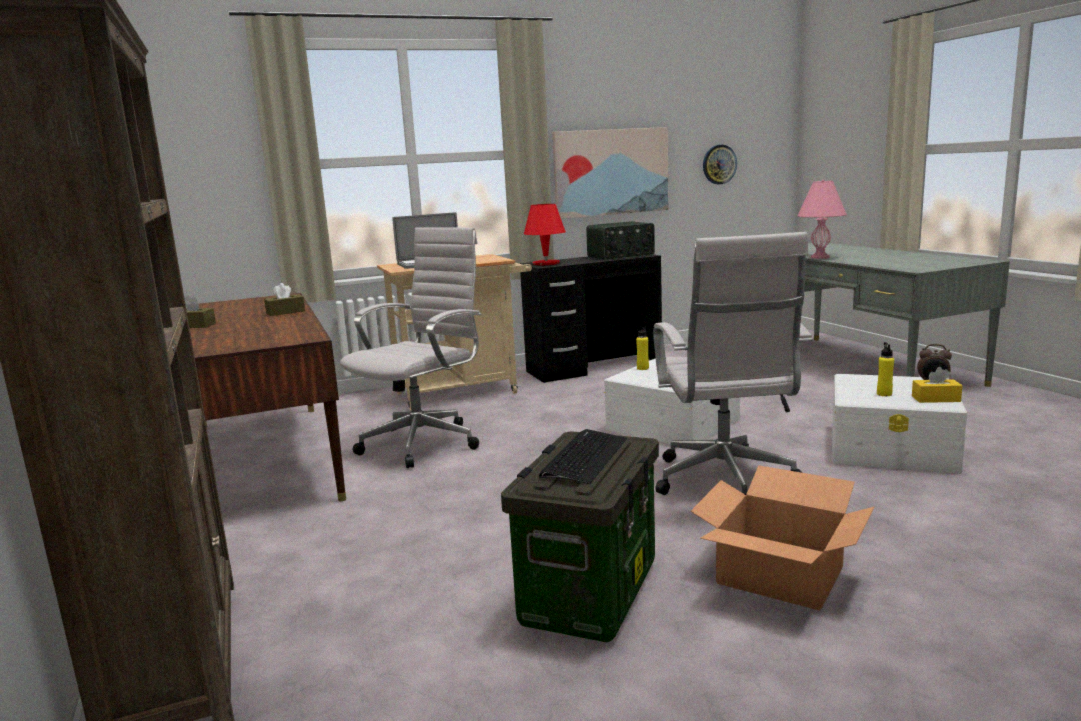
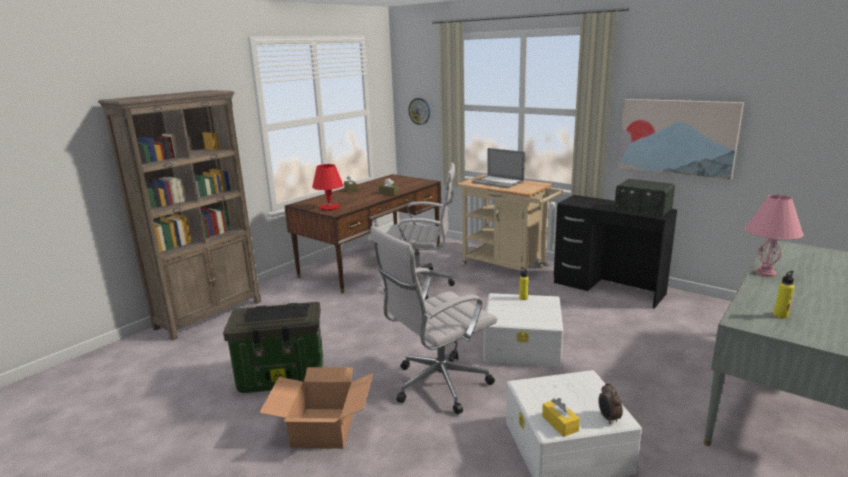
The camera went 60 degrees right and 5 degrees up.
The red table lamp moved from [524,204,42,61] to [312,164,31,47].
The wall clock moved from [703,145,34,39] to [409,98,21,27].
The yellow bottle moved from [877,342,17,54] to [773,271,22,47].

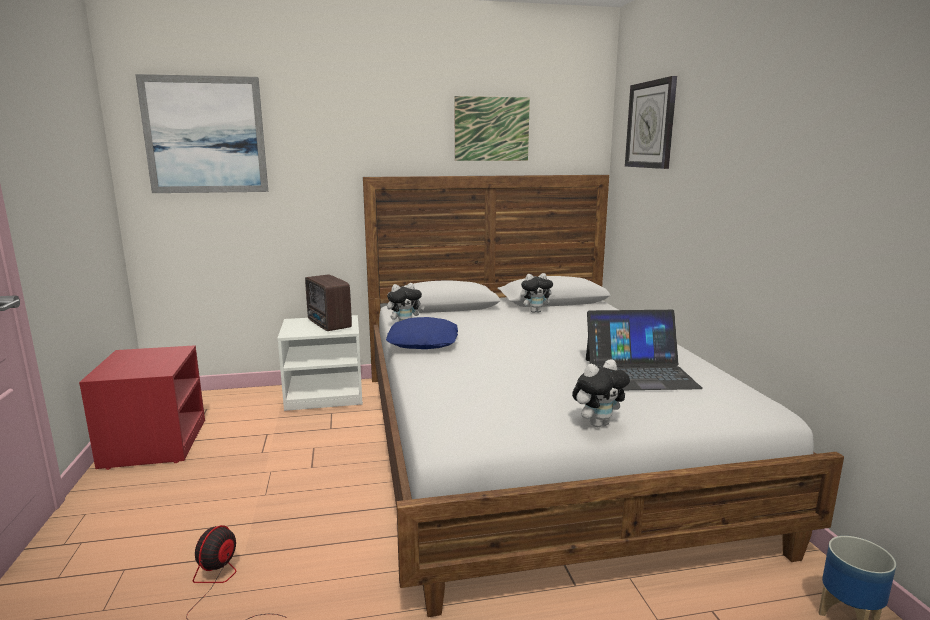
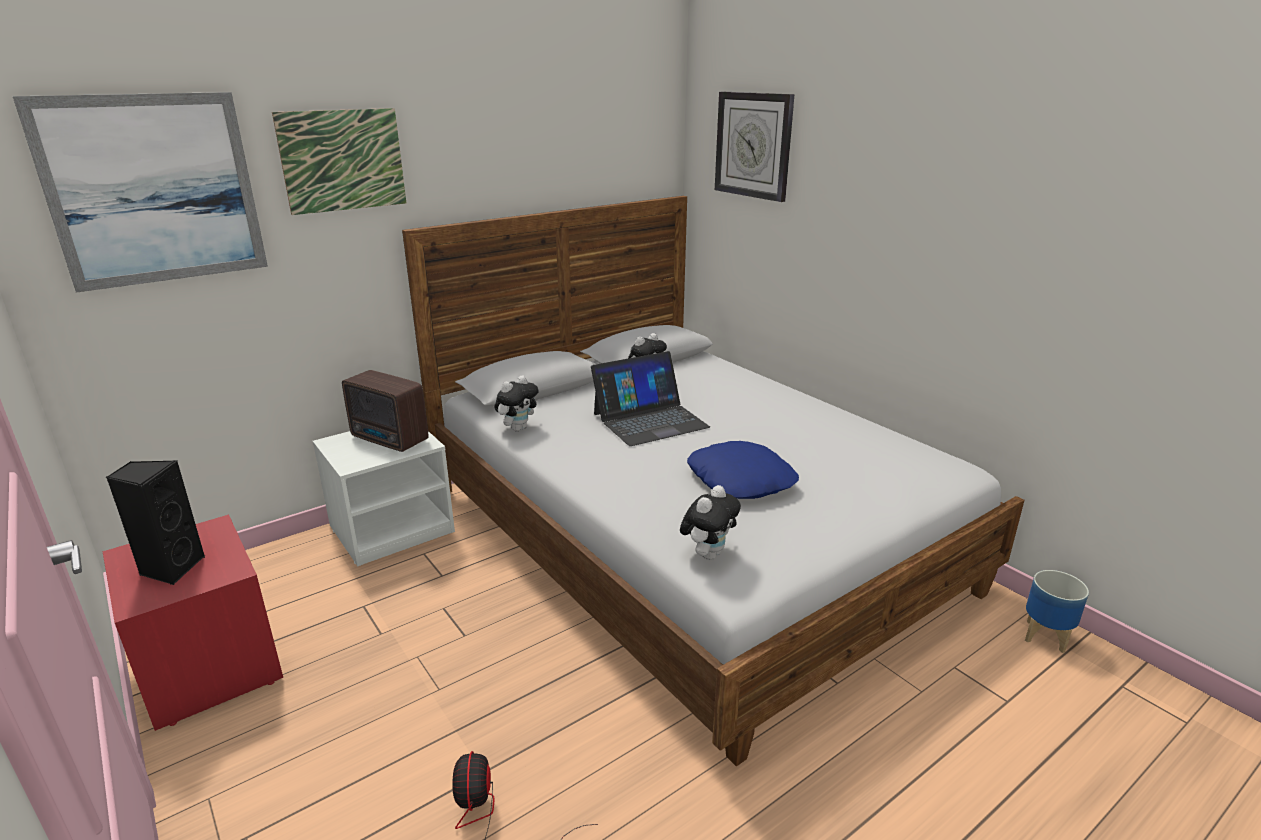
The camera went 25 degrees left and 10 degrees up.
The black speaker at [106,460,99,125] appeared.
The blue pillow moved from [386,317,72,32] to [687,441,112,58].
The picture moved from [454,96,76,65] to [272,108,134,107].
The plush toy moved from [572,359,58,68] to [680,485,61,75].
The laptop moved from [586,310,117,80] to [591,351,119,95].

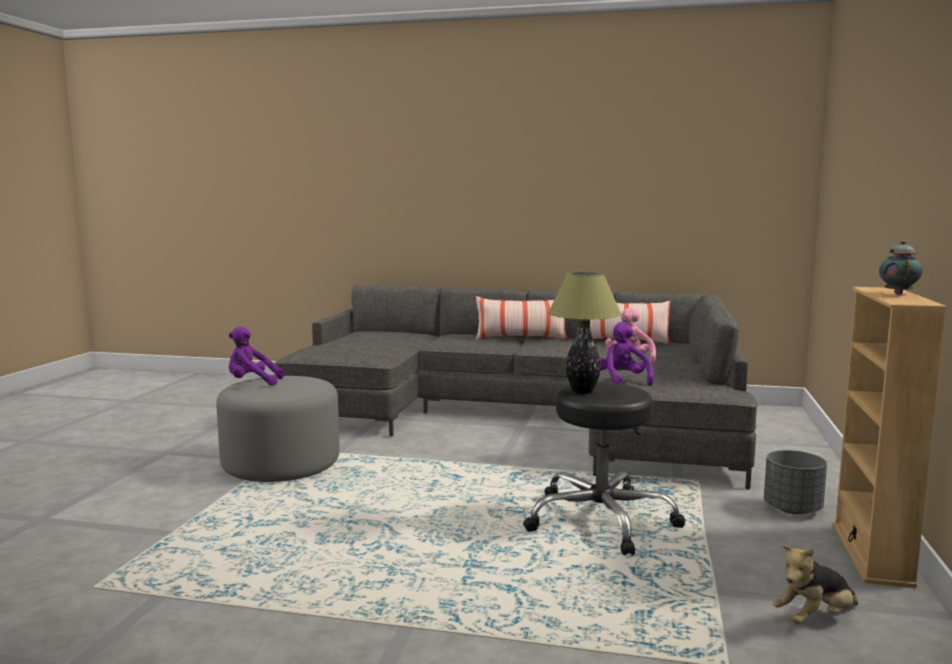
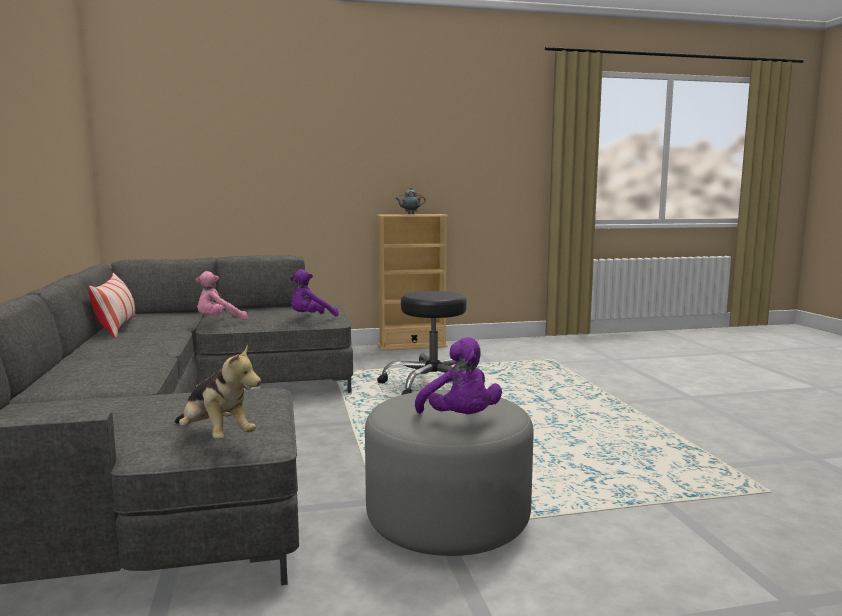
The camera went 115 degrees left and 0 degrees up.
The pillow at [476,296,92,44] disappeared.
The table lamp at [548,272,74,122] disappeared.
The grey planter at [764,450,63,64] disappeared.
The plush toy moved from [772,545,86,79] to [175,344,86,95].

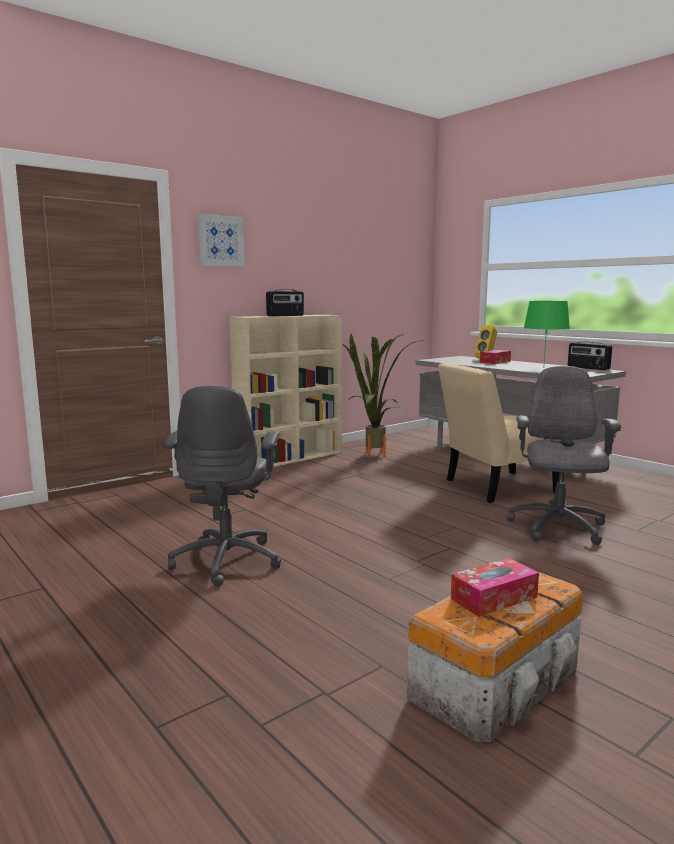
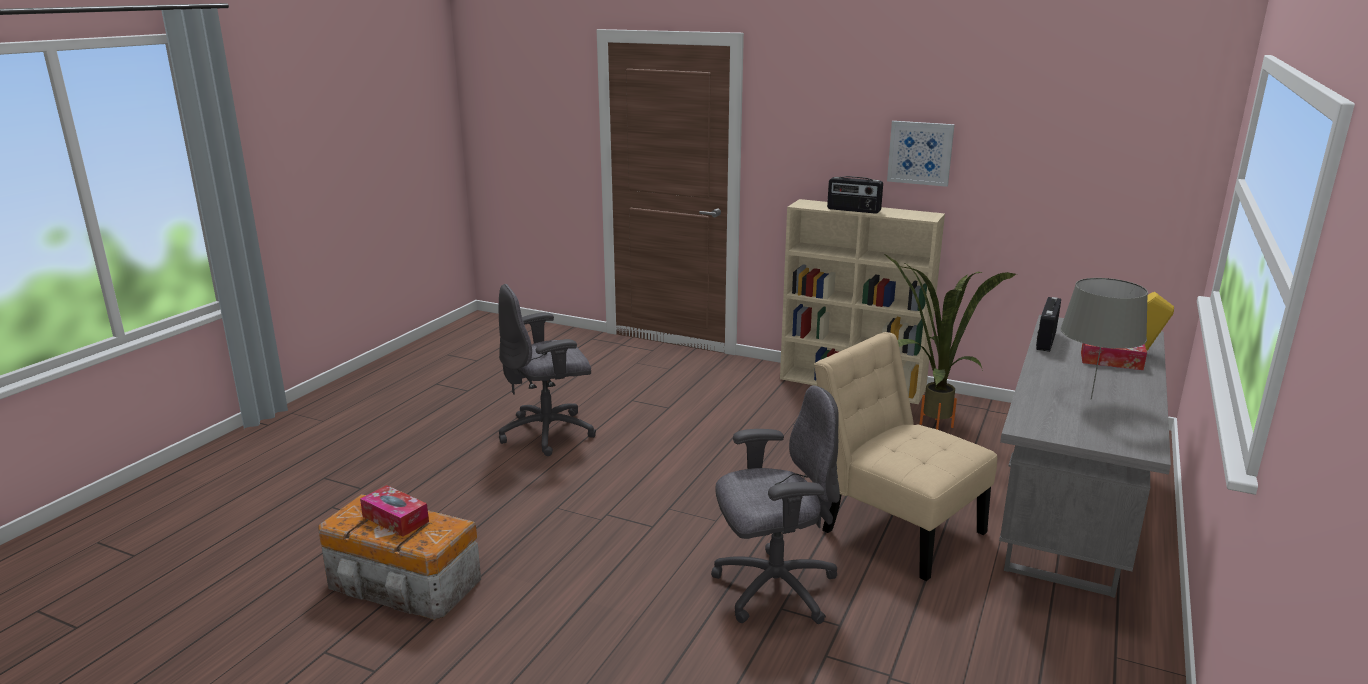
The camera went 65 degrees right and 10 degrees up.
The picture moved from [198,213,47,54] to [887,121,68,66].
The radio moved from [568,341,44,29] to [1036,297,25,55].
The green table lamp at [524,301,46,62] became the grey table lamp at [1060,278,88,122].

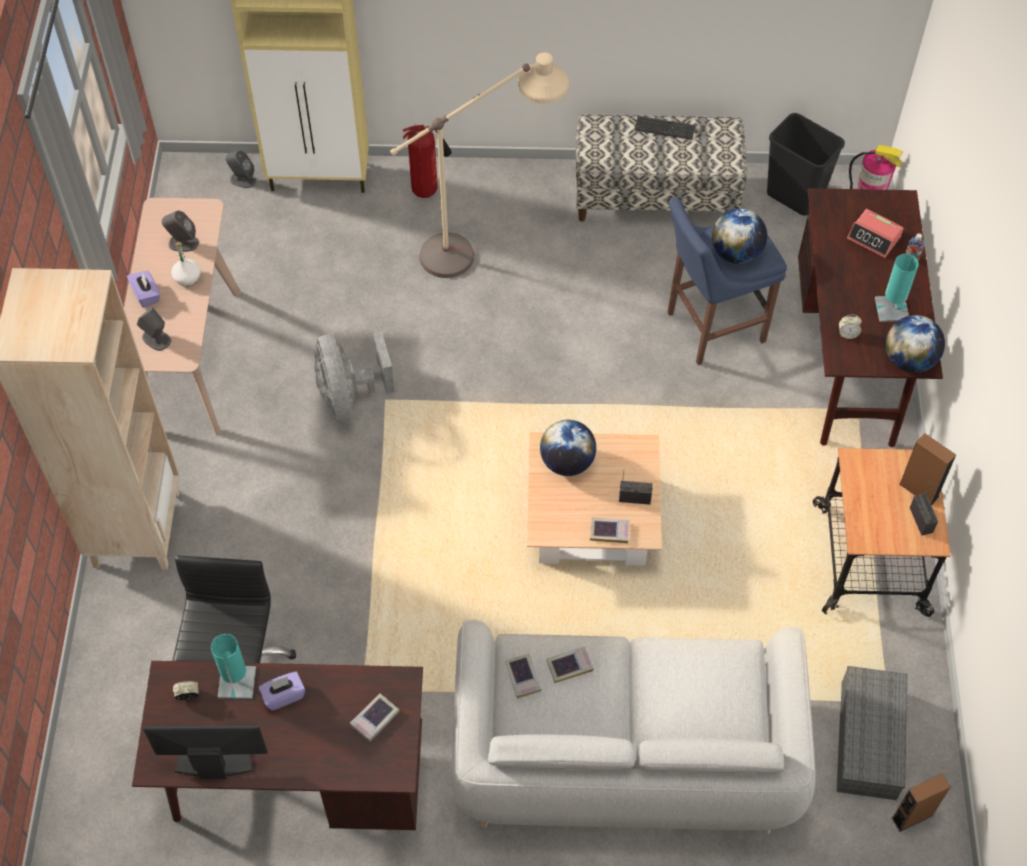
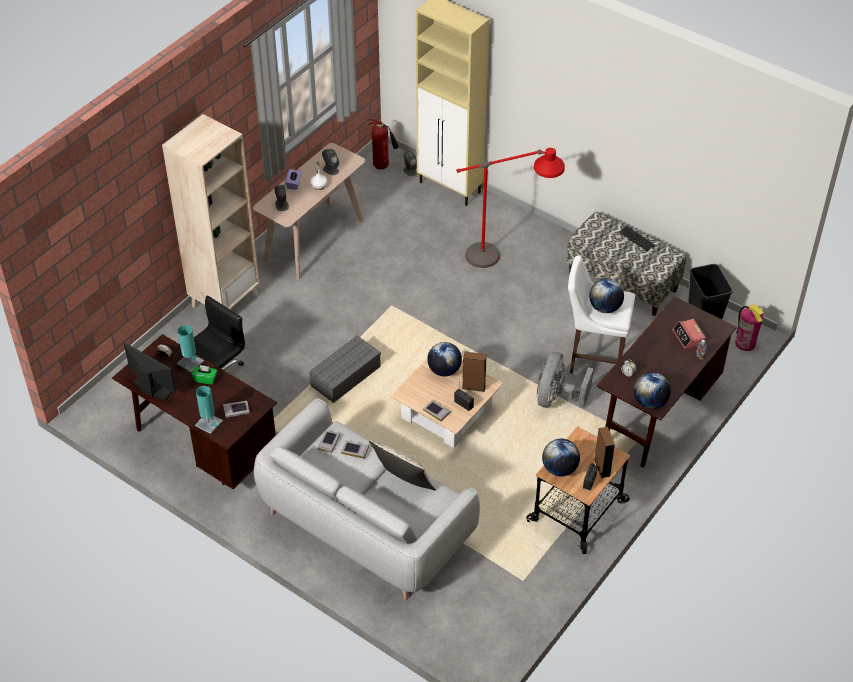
The camera went 35 degrees right and 10 degrees down.
The beige pillow at [369,440,67,51] appeared.
The globe at [542,439,38,37] appeared.
The grey fan moved from [314,331,81,91] to [537,352,57,56].
The fire extinguisher moved from [403,124,49,74] to [369,119,30,50].
The grey storage box moved from [837,666,71,134] to [309,336,72,67].
The turquoise table lamp moved from [875,254,44,68] to [195,386,28,48].
The brown speaker moved from [892,774,59,58] to [462,352,25,40].
The purple tissue box at [259,672,46,39] became the green tissue box at [191,365,26,19].
The beige floor lamp at [390,53,179,225] became the red floor lamp at [456,148,109,120].
The blue stool at [667,197,120,168] became the white stool at [568,256,67,117].

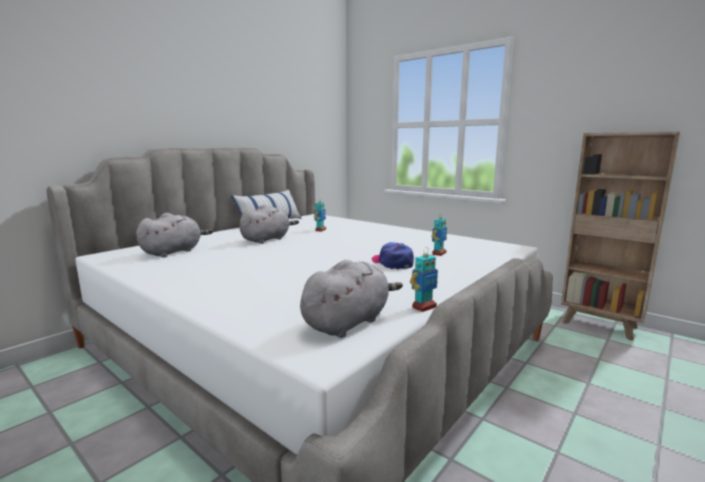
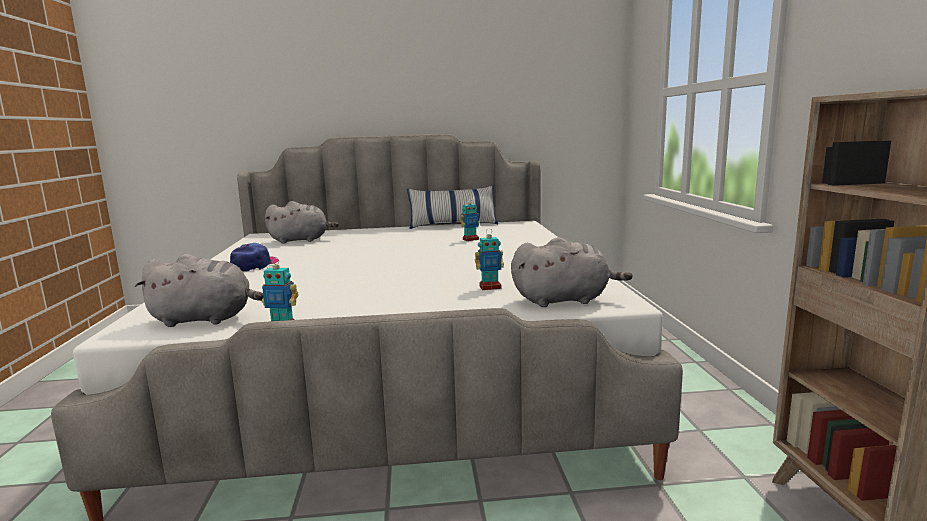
The camera went 45 degrees right and 0 degrees up.
The grey plush toy moved from [240,205,59,39] to [511,237,122,70].
The cap moved from [371,242,43,27] to [230,243,49,28].

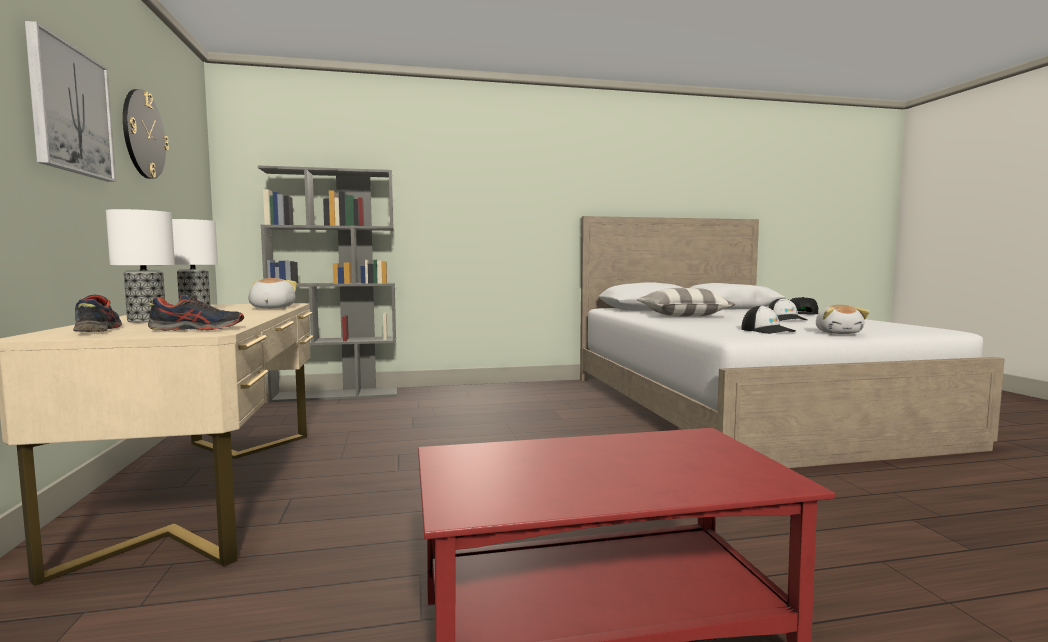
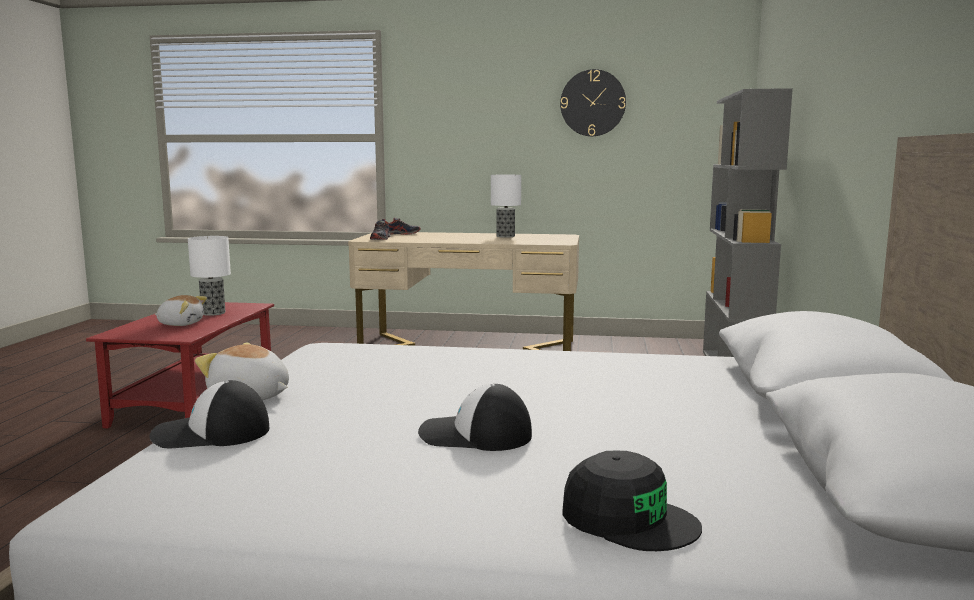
The camera went 110 degrees right and 5 degrees up.
The picture at [25,21,91,161] disappeared.
The pillow at [637,288,99,28] disappeared.
The table lamp moved from [106,209,69,114] to [188,236,43,80].
The plush toy moved from [248,278,49,31] to [155,295,52,31].
The cap moved from [741,305,55,29] to [149,380,120,68].

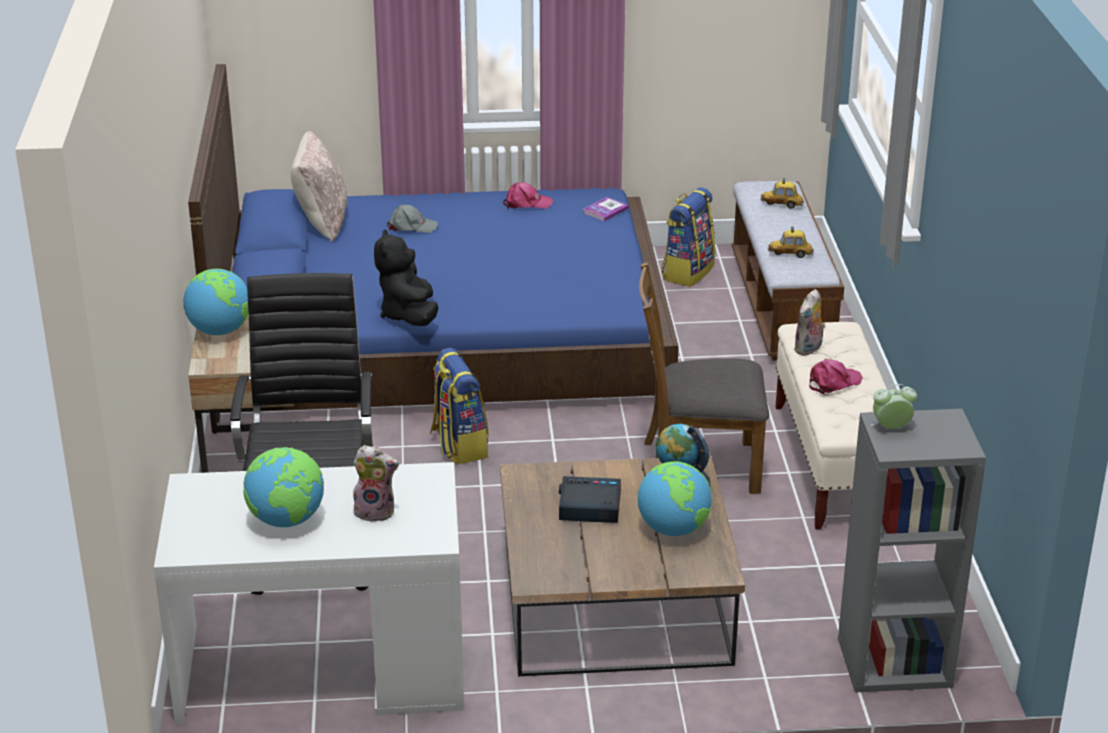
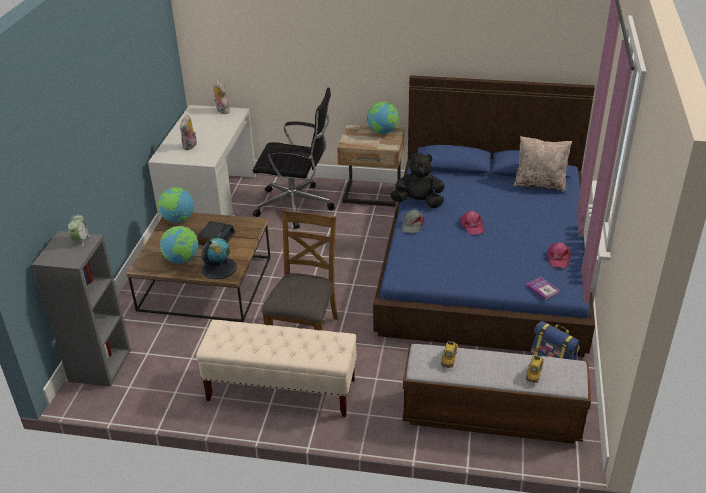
The camera went 105 degrees right and 5 degrees up.
The backpack at [430,348,59,116] disappeared.
The globe moved from [243,447,81,80] to [158,187,36,36].
The grey cap moved from [387,205,51,28] to [402,210,23,23].
The plush toy moved from [794,289,34,67] to [214,82,16,32].
The pink cap moved from [809,359,54,36] to [459,211,26,24].

